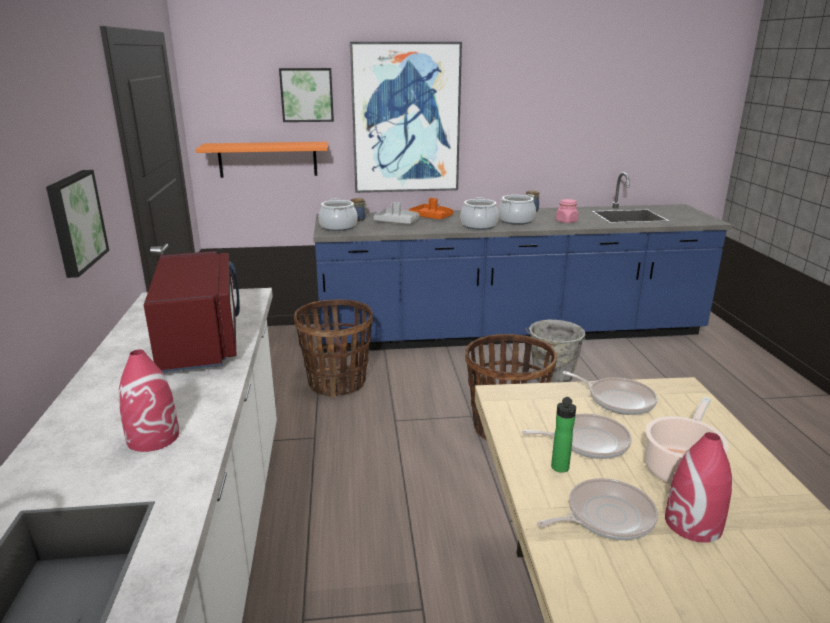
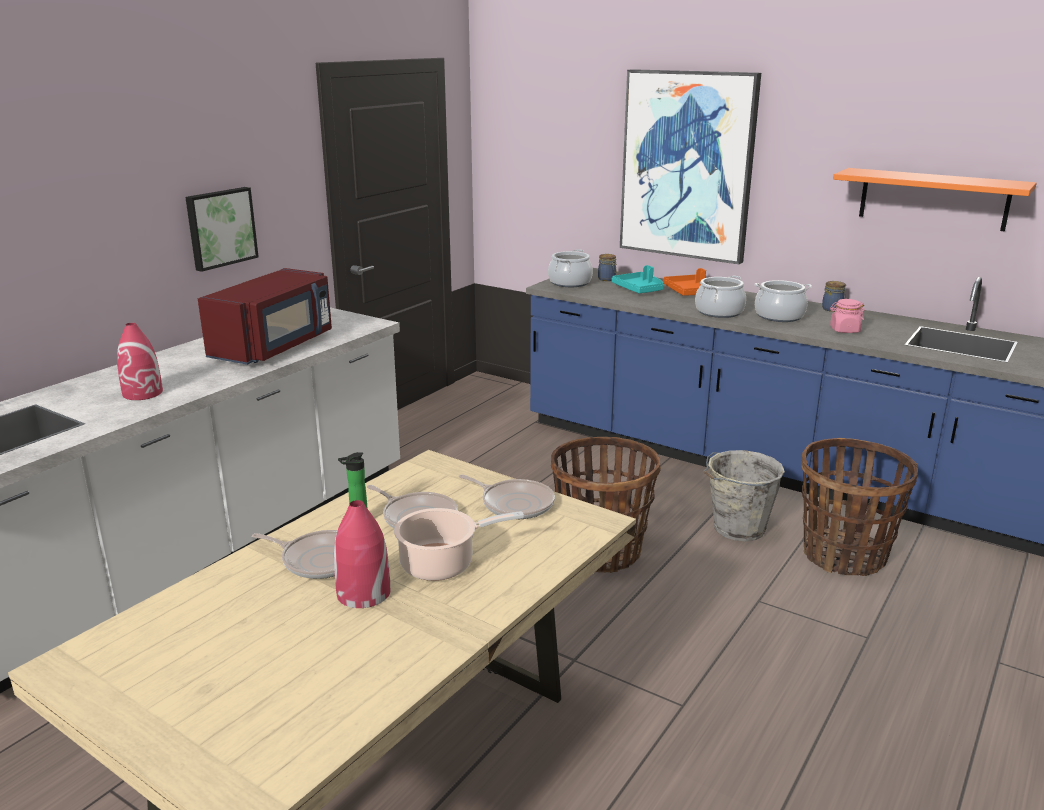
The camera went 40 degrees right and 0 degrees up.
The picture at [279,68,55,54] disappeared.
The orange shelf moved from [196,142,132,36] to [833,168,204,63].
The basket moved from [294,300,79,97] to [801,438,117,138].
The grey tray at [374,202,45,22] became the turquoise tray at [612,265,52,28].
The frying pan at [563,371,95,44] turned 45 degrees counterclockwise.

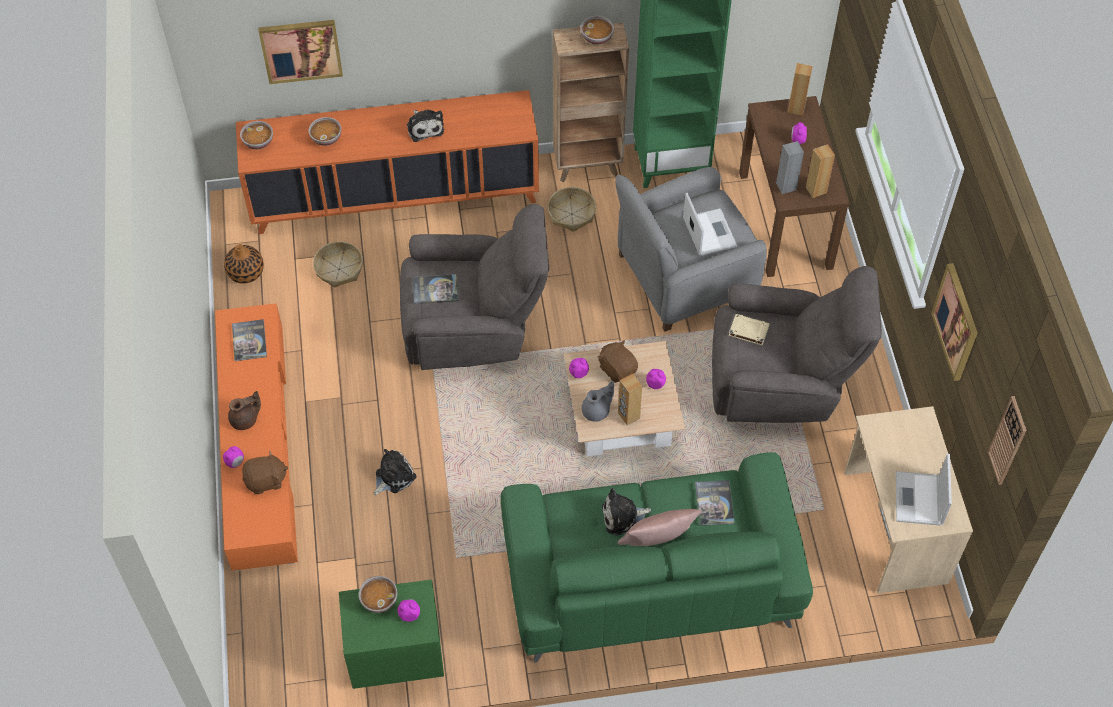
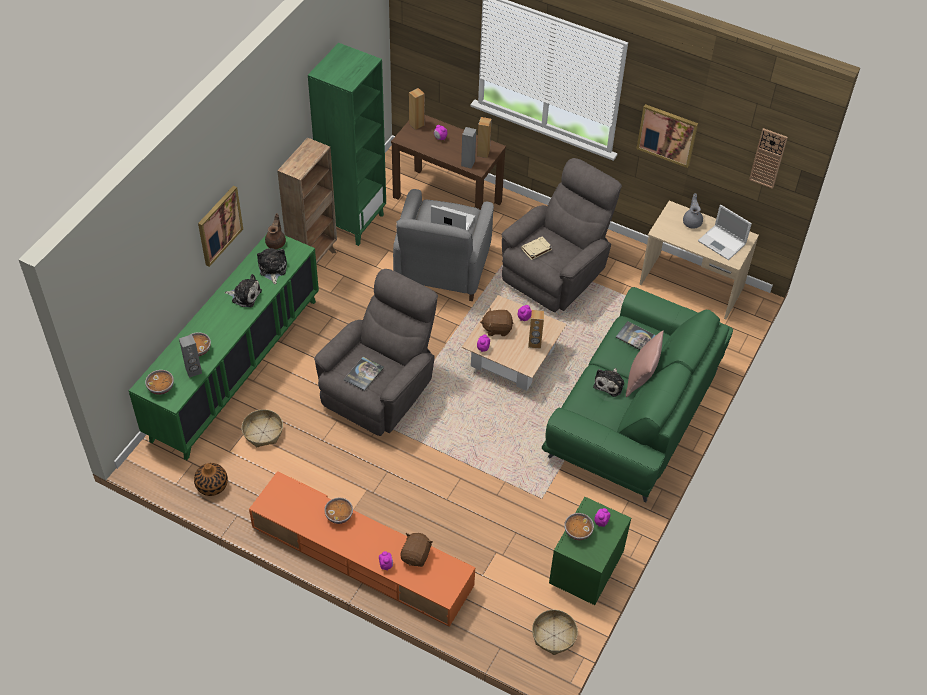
The camera went 55 degrees left and 5 degrees down.
The book at [232,319,35,42] disappeared.
The grey speaker at [179,334,23,44] appeared.
The brown teapot moved from [228,391,33,39] to [265,213,21,36].
The picture moved from [258,20,85,64] to [198,186,45,81].
The plush toy moved from [374,449,43,46] to [257,248,30,36].
The basket moved from [548,187,48,45] to [532,610,46,45].
The bowl moved from [581,16,33,29] to [324,498,29,26].
The grey teapot moved from [582,381,32,41] to [683,193,20,36].
The orange cabinet at [236,90,303,144] became the green cabinet at [129,235,190,225].

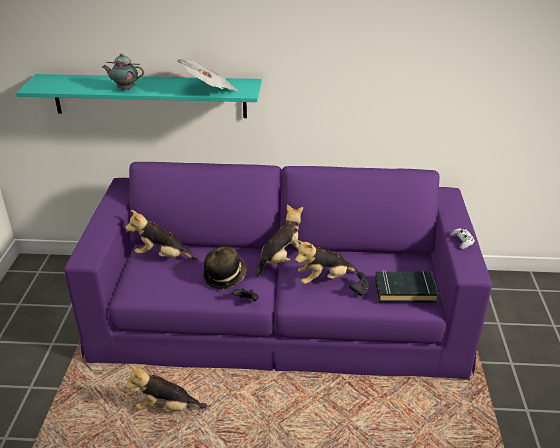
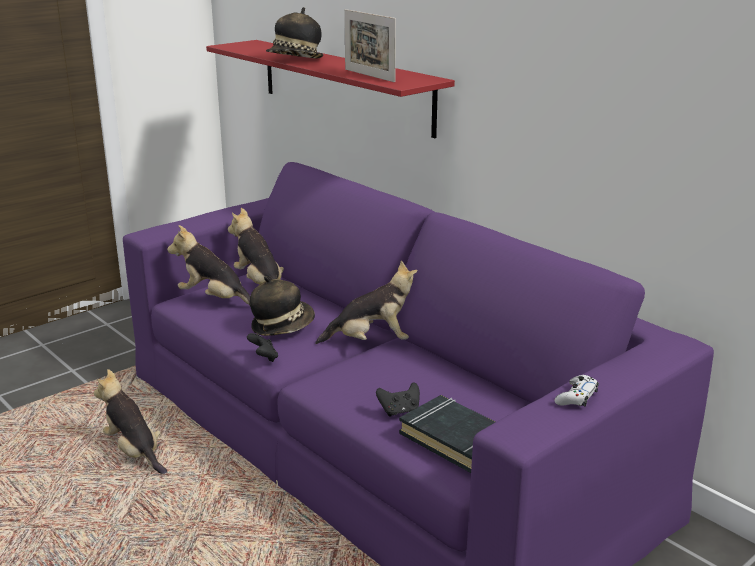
The camera went 45 degrees right and 10 degrees down.
The plush toy moved from [295,240,64,44] to [167,225,83,80].
The teapot at [102,53,42,37] was replaced by the hat at [266,7,57,52].
The newspaper at [175,59,64,32] was replaced by the picture frame at [344,9,52,73].
The turquoise shelf at [16,74,246,44] became the red shelf at [206,40,249,98].

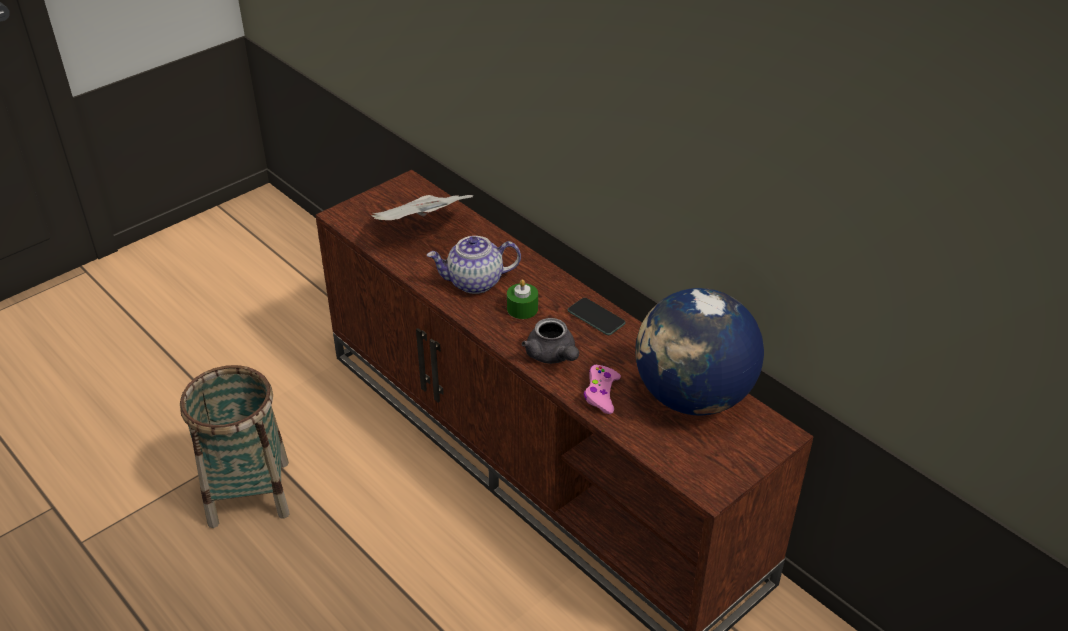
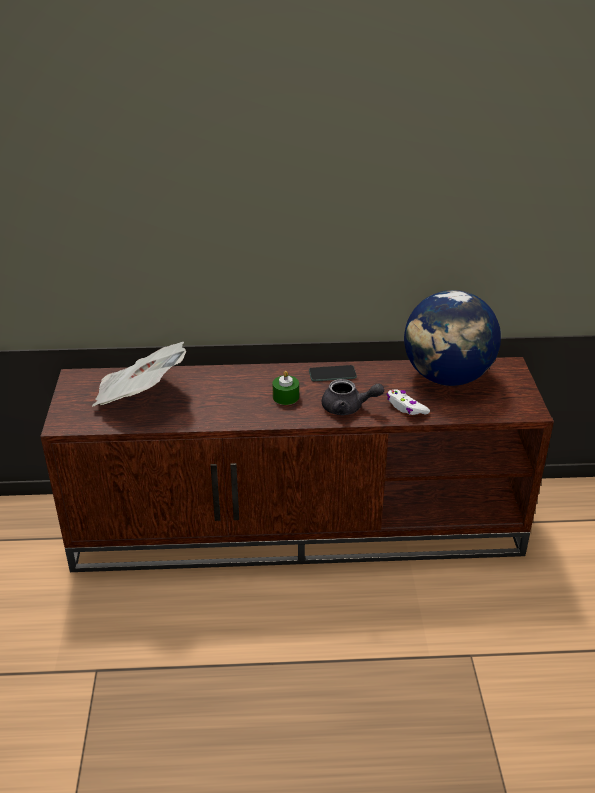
The camera went 50 degrees left and 5 degrees down.
The basket at [180,365,110,163] disappeared.
The teapot at [427,236,94,58] disappeared.
The pink game controller at [584,365,37,49] became the white game controller at [387,389,43,26].

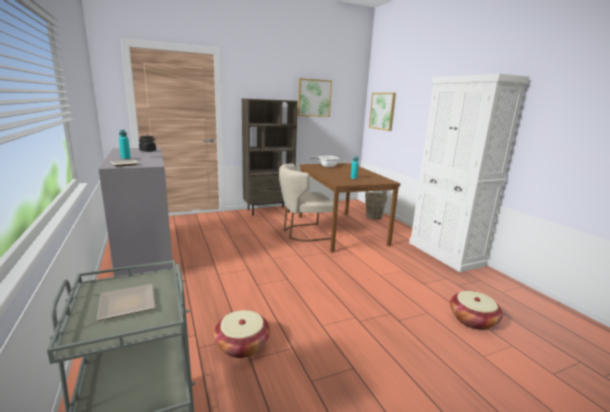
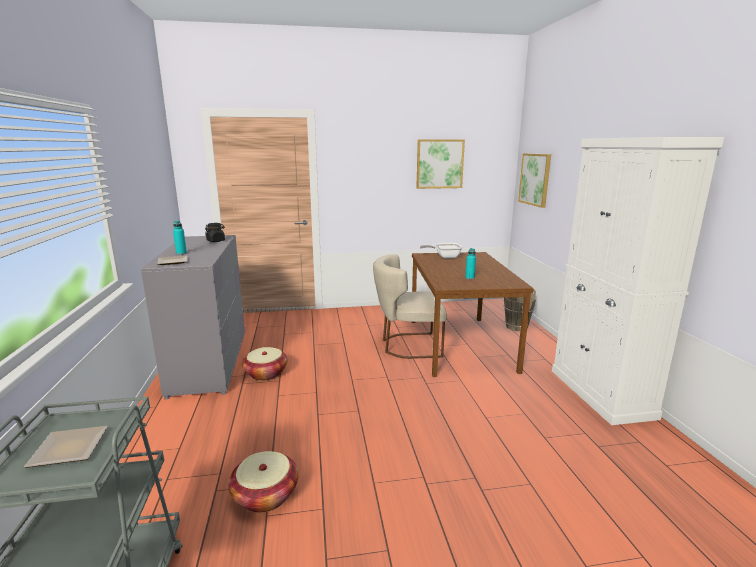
The camera went 15 degrees right and 0 degrees up.
The brown bookcase at [242,98,56,118] disappeared.
The basket moved from [450,291,53,39] to [242,347,46,34].

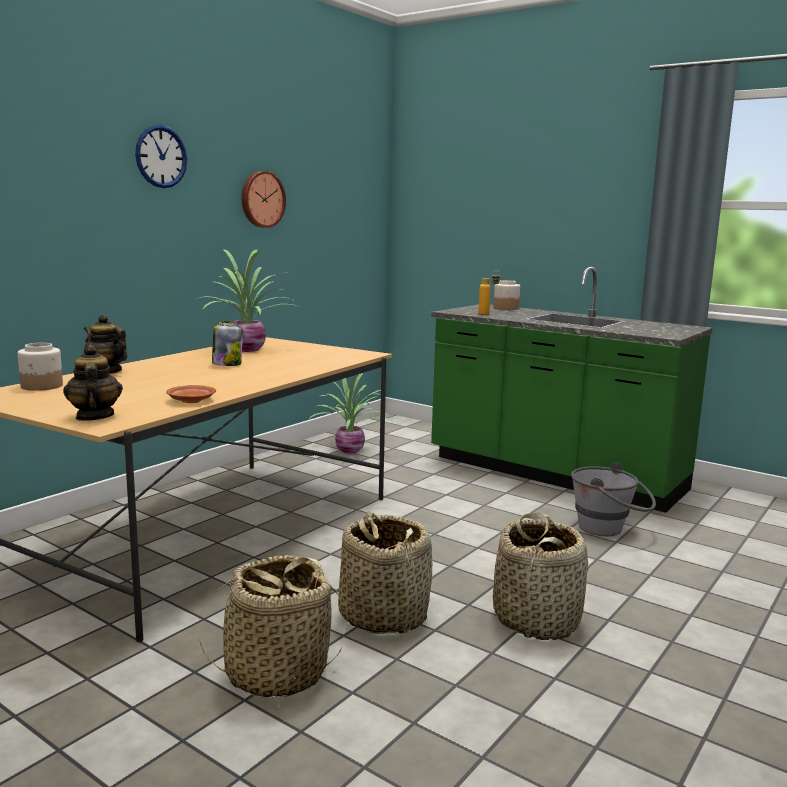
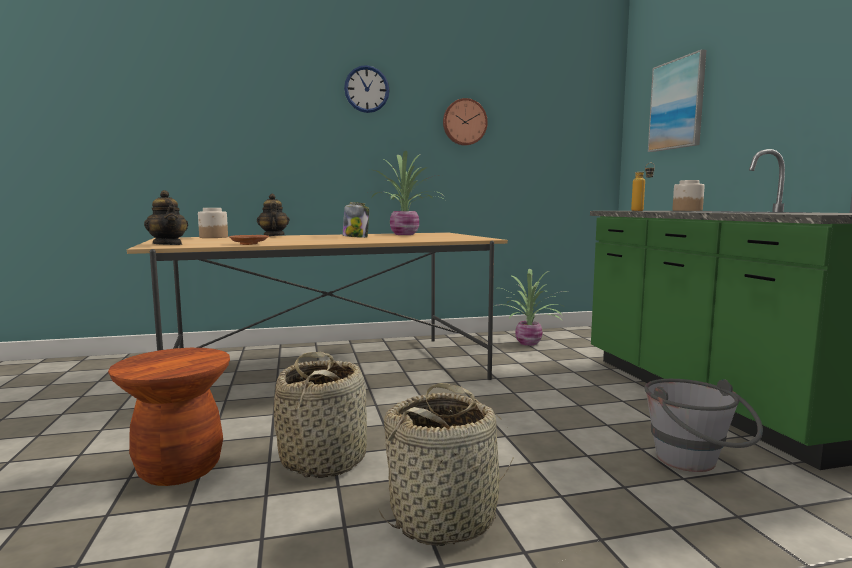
The camera went 40 degrees right and 5 degrees down.
The picture at [648,49,58,103] appeared.
The basket at [198,555,145,143] was replaced by the brown stool at [108,348,122,138].
The teapot at [63,344,60,77] turned 120 degrees clockwise.

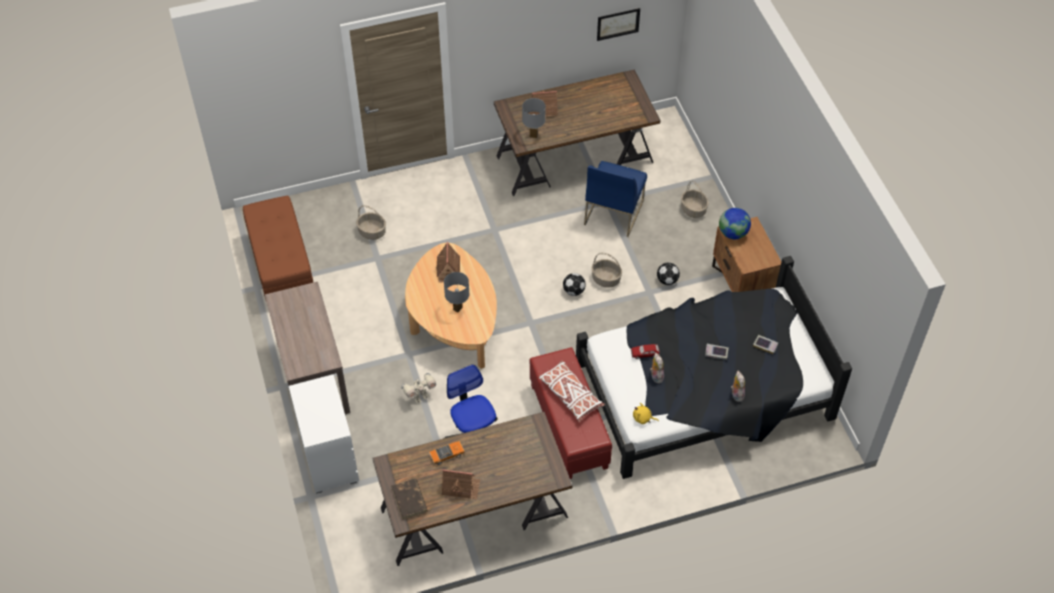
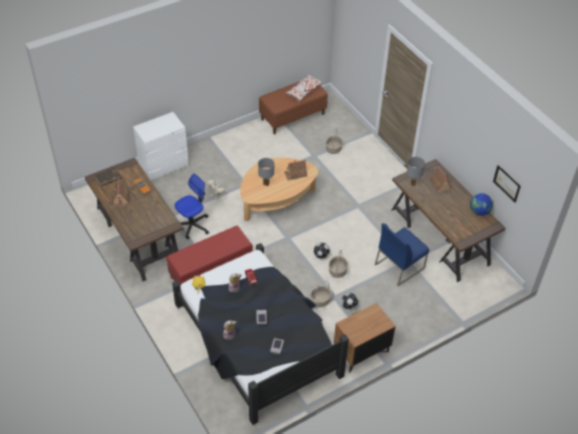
The camera went 75 degrees right and 5 degrees down.
The brown console table at [265,282,85,132] disappeared.
The white pillow moved from [538,360,67,62] to [285,75,38,27].
The basket moved from [681,181,28,37] to [310,281,22,26].
The globe moved from [719,208,32,31] to [470,193,23,23].
The blue chair at [584,161,63,76] turned 45 degrees counterclockwise.

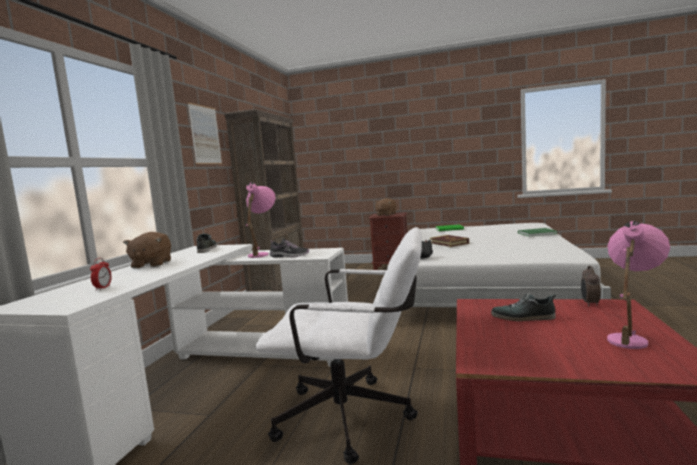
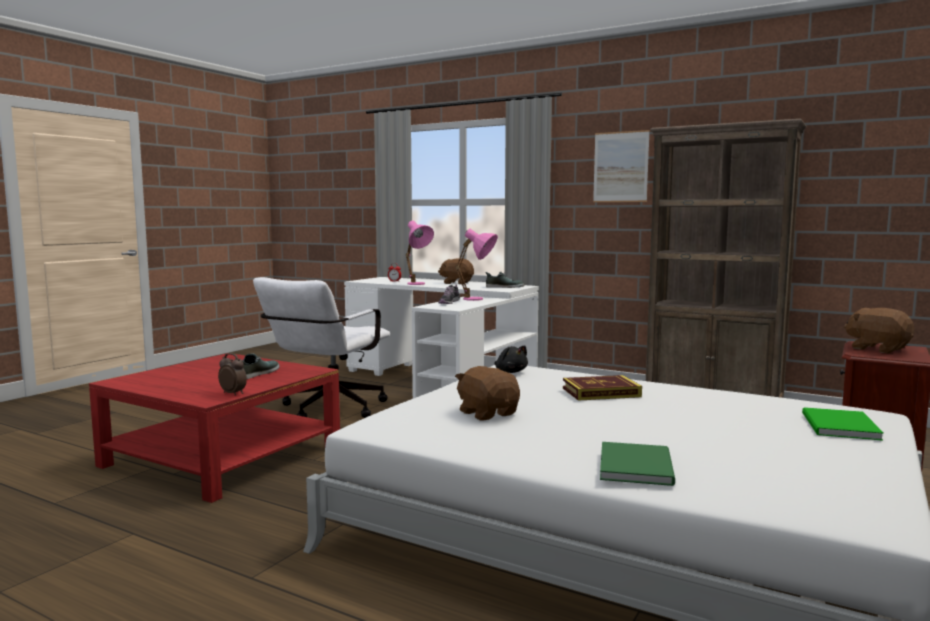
The camera went 105 degrees right and 0 degrees up.
The brown plush toy at [455,366,65,55] appeared.
The pink table lamp moved from [607,221,63,128] to [406,221,28,64].

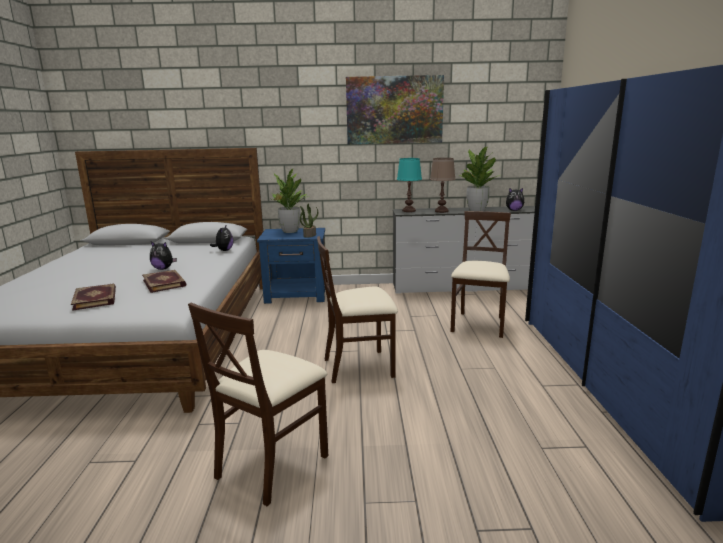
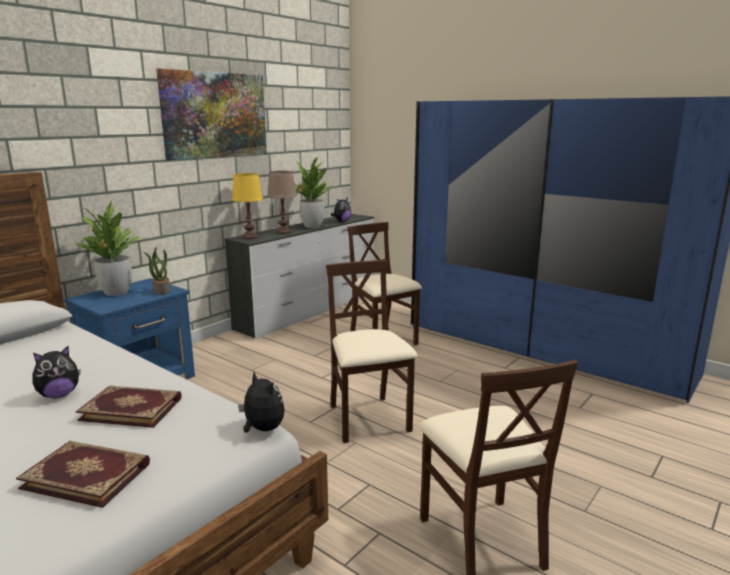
The camera went 50 degrees left and 0 degrees up.
The plush toy moved from [210,226,24,25] to [238,372,47,61].
The turquoise table lamp at [397,158,25,54] became the yellow table lamp at [232,173,31,66].
The beige chair at [317,236,81,147] turned 135 degrees clockwise.

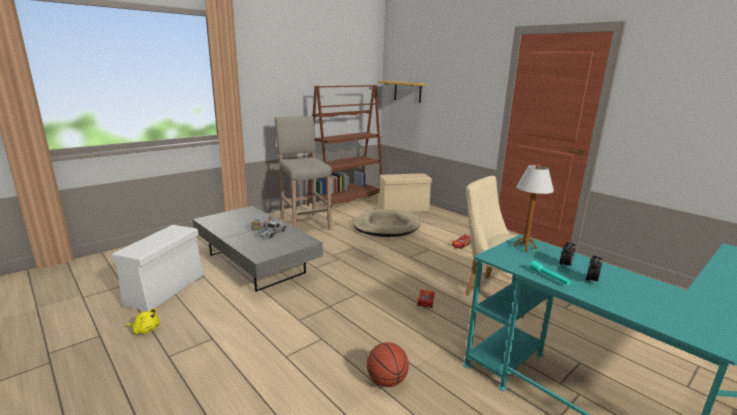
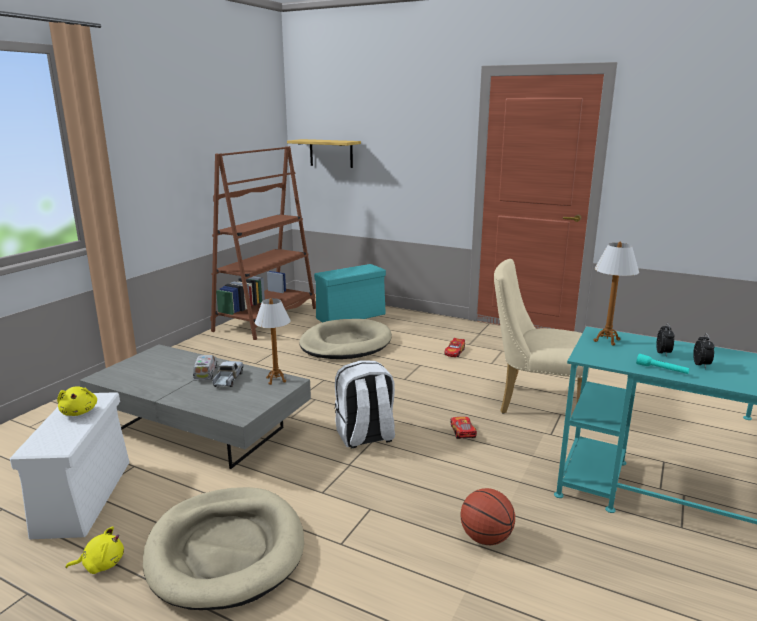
The camera went 20 degrees left and 0 degrees up.
The beige stool at [275,116,57,114] disappeared.
The yellow plush toy at [57,386,40,30] appeared.
The beige dog bed at [143,487,161,123] appeared.
The table lamp at [255,298,36,87] appeared.
The white backpack at [335,360,60,88] appeared.
The beige storage box at [379,173,53,39] became the turquoise storage box at [314,264,72,58].

